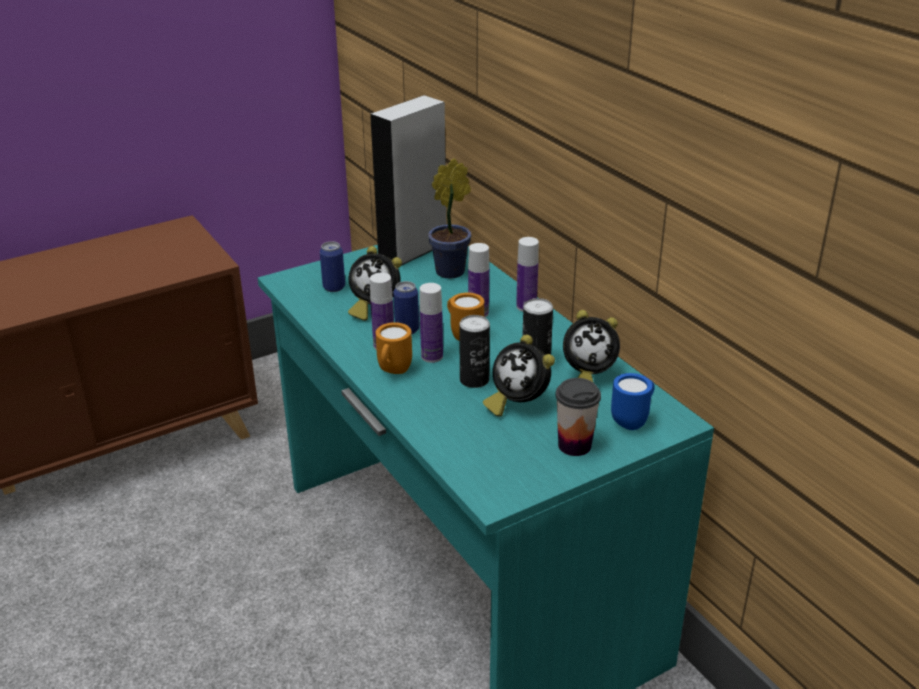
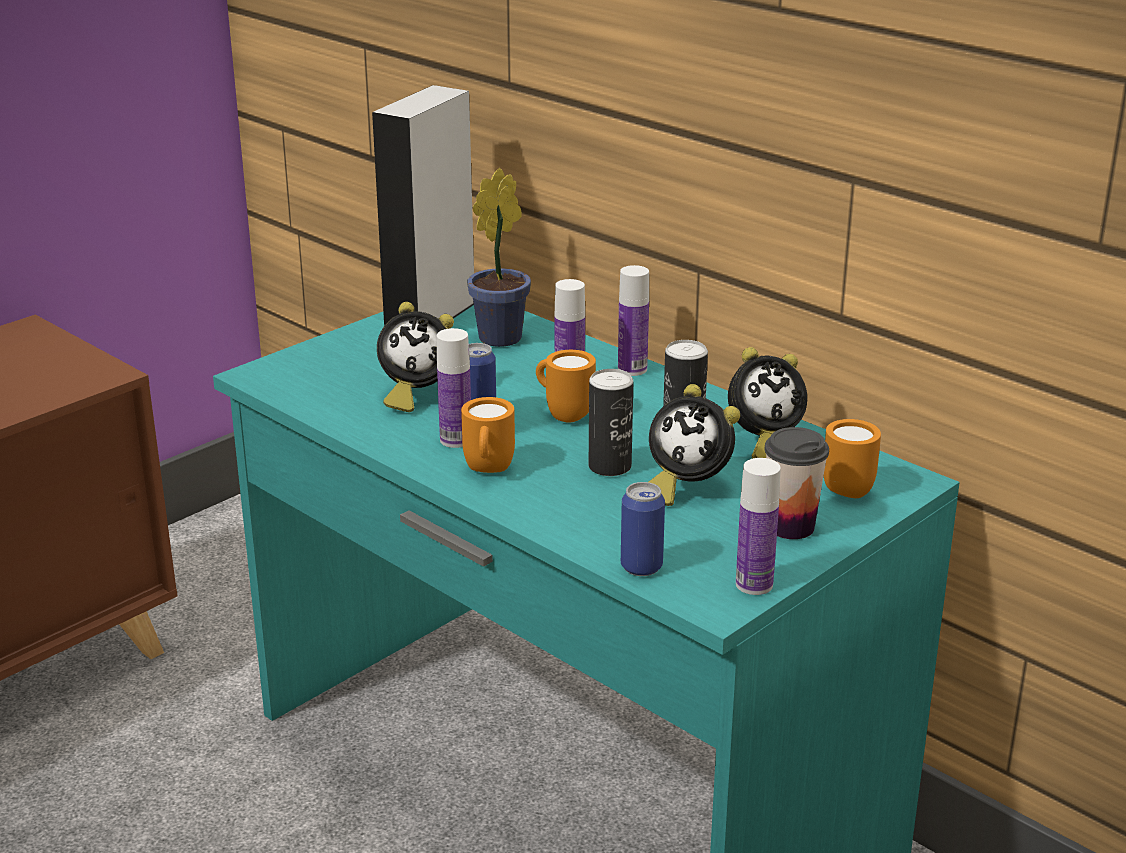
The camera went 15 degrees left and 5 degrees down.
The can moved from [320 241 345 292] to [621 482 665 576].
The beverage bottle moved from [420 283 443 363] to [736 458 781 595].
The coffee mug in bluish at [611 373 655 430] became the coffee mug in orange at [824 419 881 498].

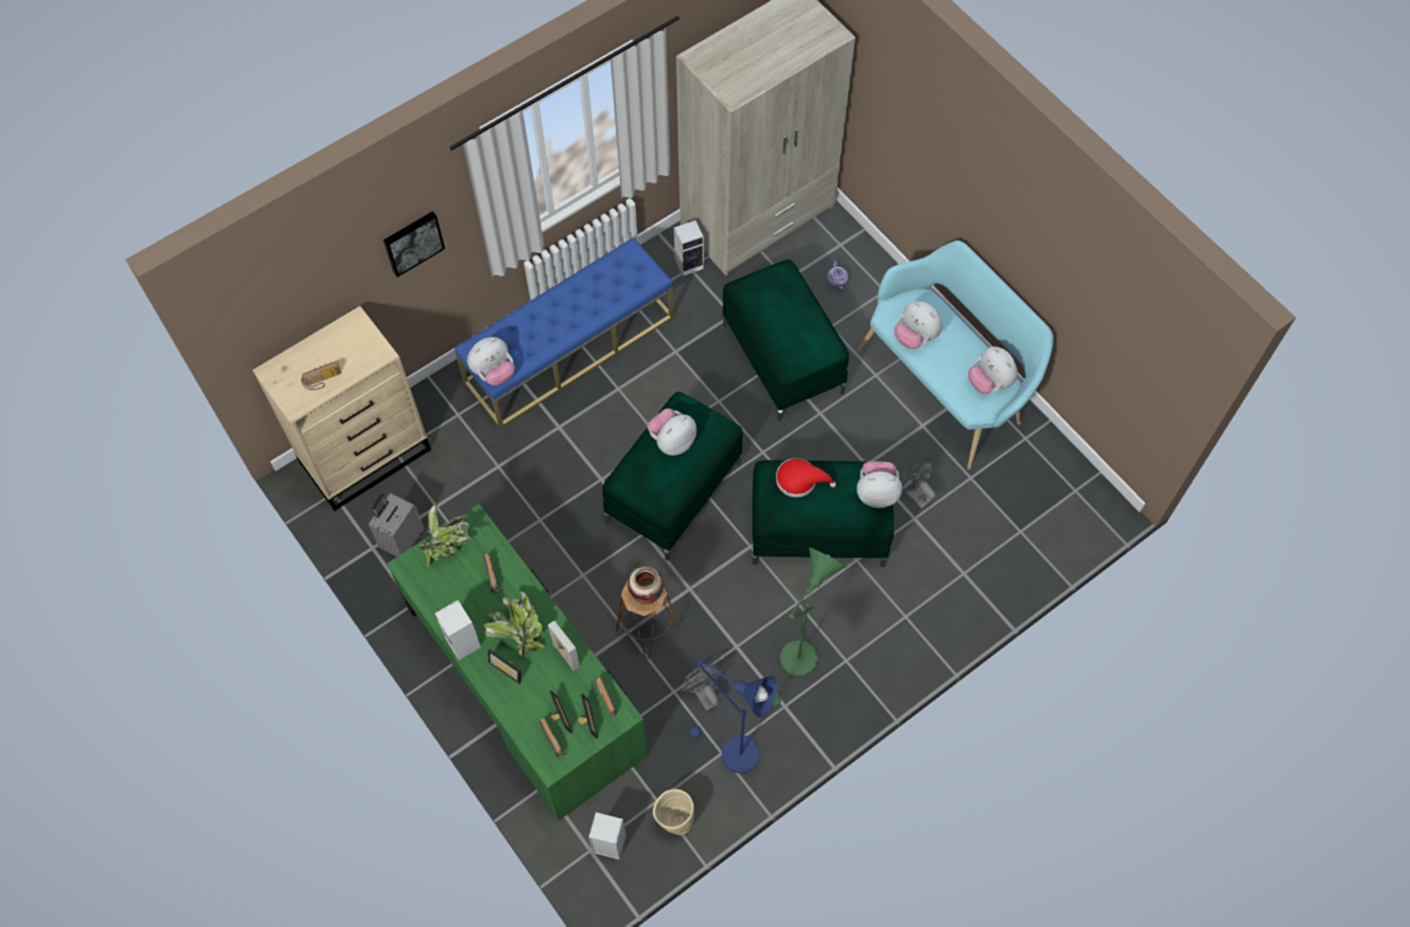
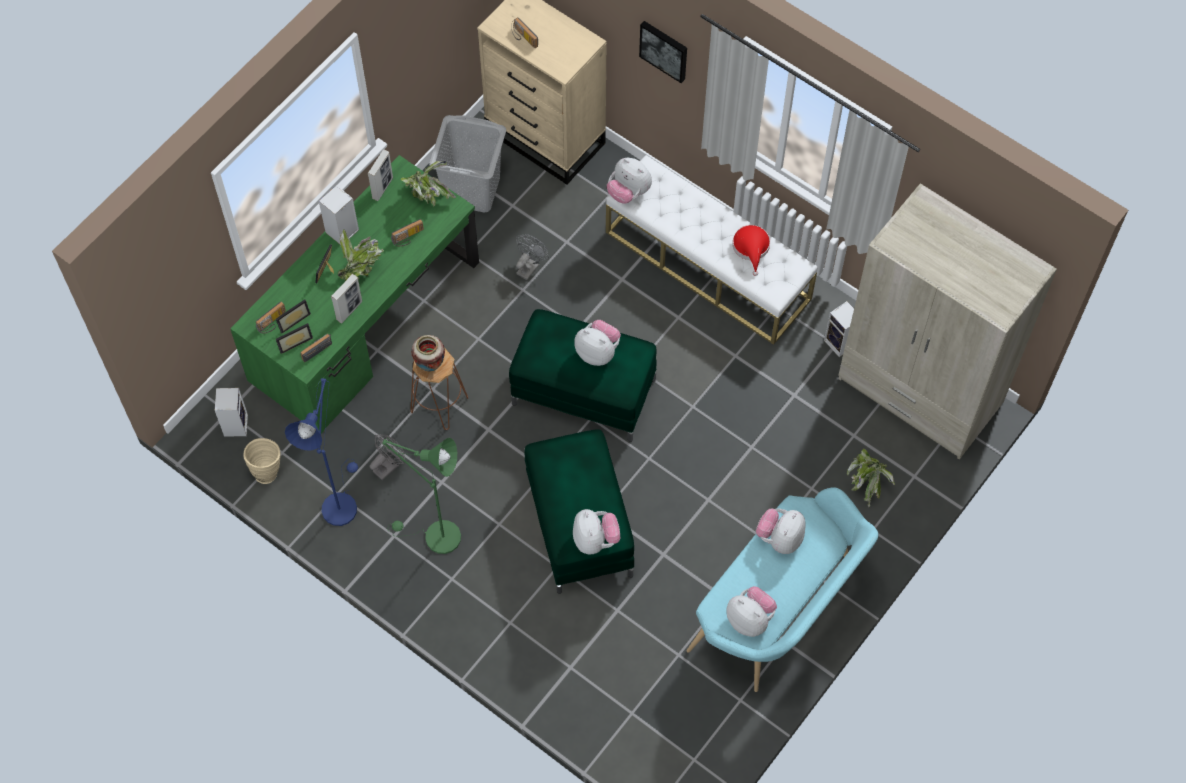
The camera went 75 degrees right and 0 degrees up.
The suitcase in grey at [369 493 424 557] was replaced by the washing basket in grey at [429 115 506 213].
The indoor bench in bluish at [455 238 674 428] became the indoor bench in white at [606 155 818 345].
The footrest in green-coloured at [722 260 849 421] disappeared.
The wearable hat in reddish moved from [776 458 836 497] to [732 225 770 276].
The tea pot at [827 260 848 291] was replaced by the potted plant at [847 449 895 508].
The cooling fan in grey moved from [901 462 936 509] to [516 234 549 280].
The soft toy at [968 346 1018 394] turned 90 degrees clockwise.
The standing frame at [368 149 393 201] appeared.

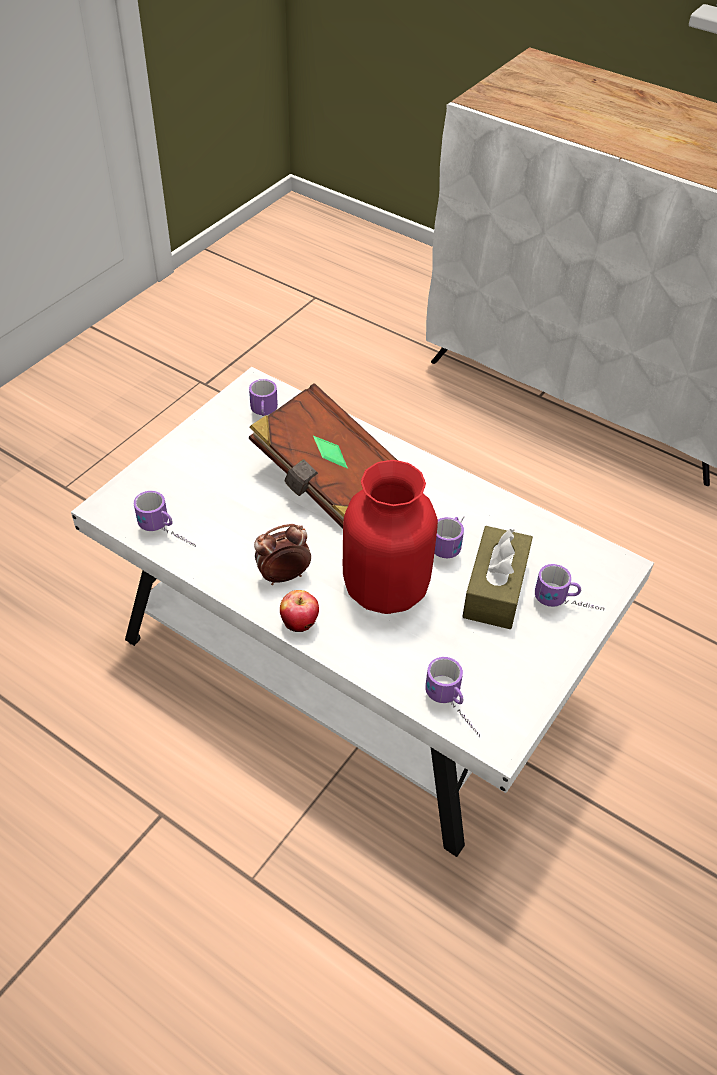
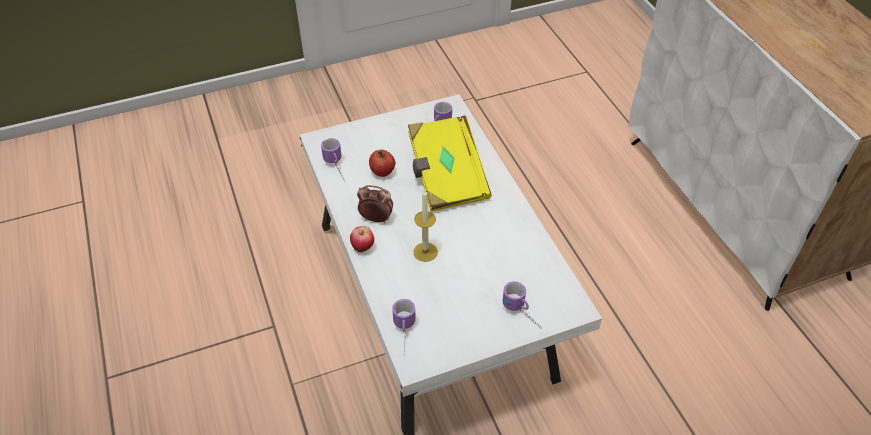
The camera went 35 degrees right and 0 degrees up.
The book in brown-coloured at [249 383 397 529] became the book in yellowish at [408 115 492 211].
The decorative vase in reddish at [343 460 438 614] was replaced by the wax light at [413 190 438 262].
The coffee mug at [434 516 464 558] disappeared.
The tissue holder in brown-coloured at [462 526 533 629] disappeared.
The apple fruit at [369 150 396 177] appeared.

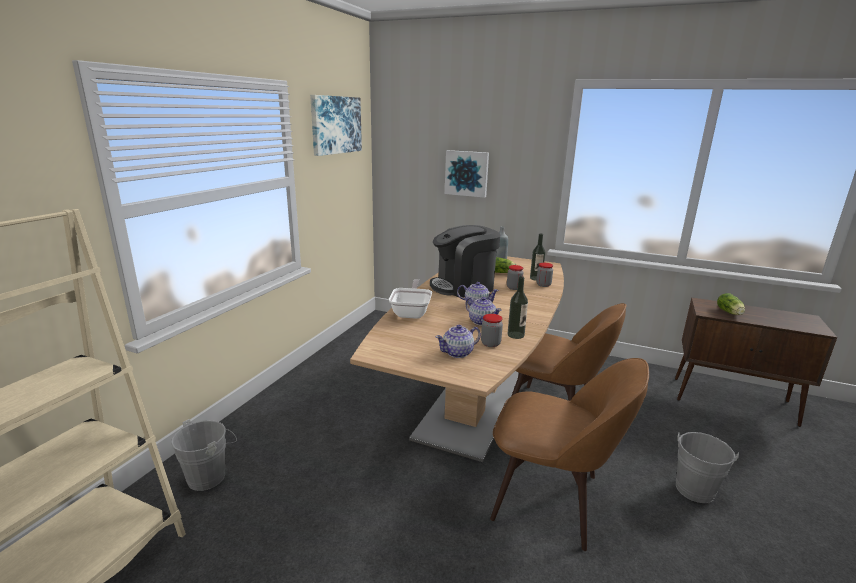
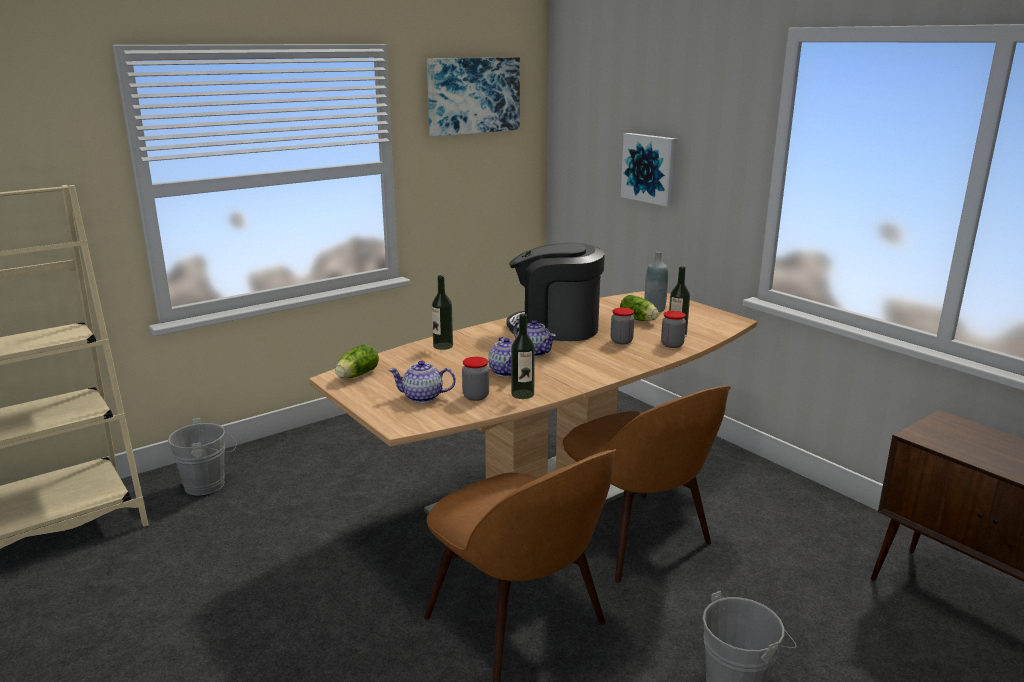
The camera went 30 degrees right and 0 degrees up.
The skillet at [389 279 432 319] was replaced by the beverage bottle at [432 275 453 350].
The head of lettuce moved from [717 293 745 315] to [335 344 379 378].

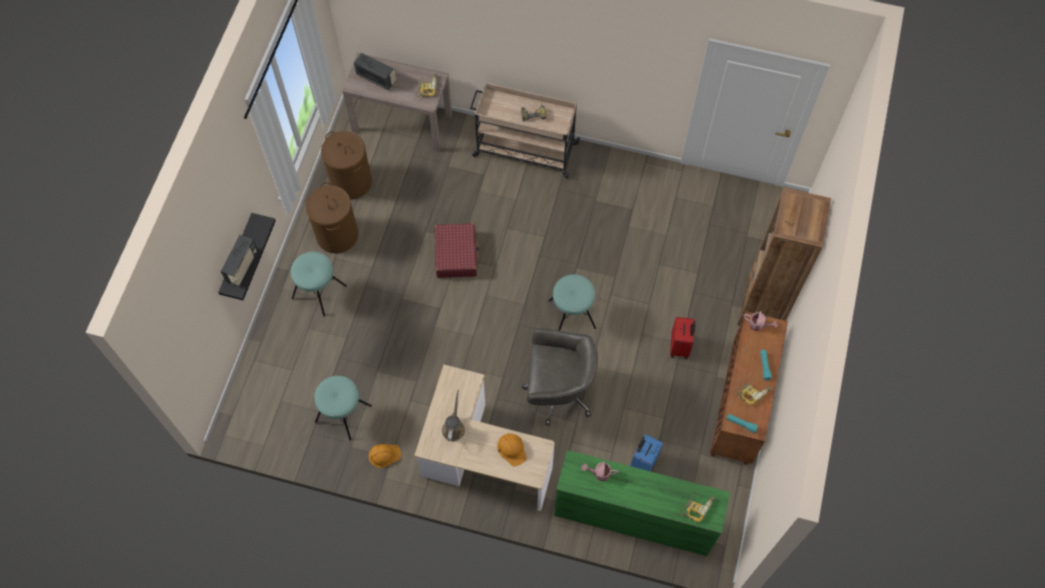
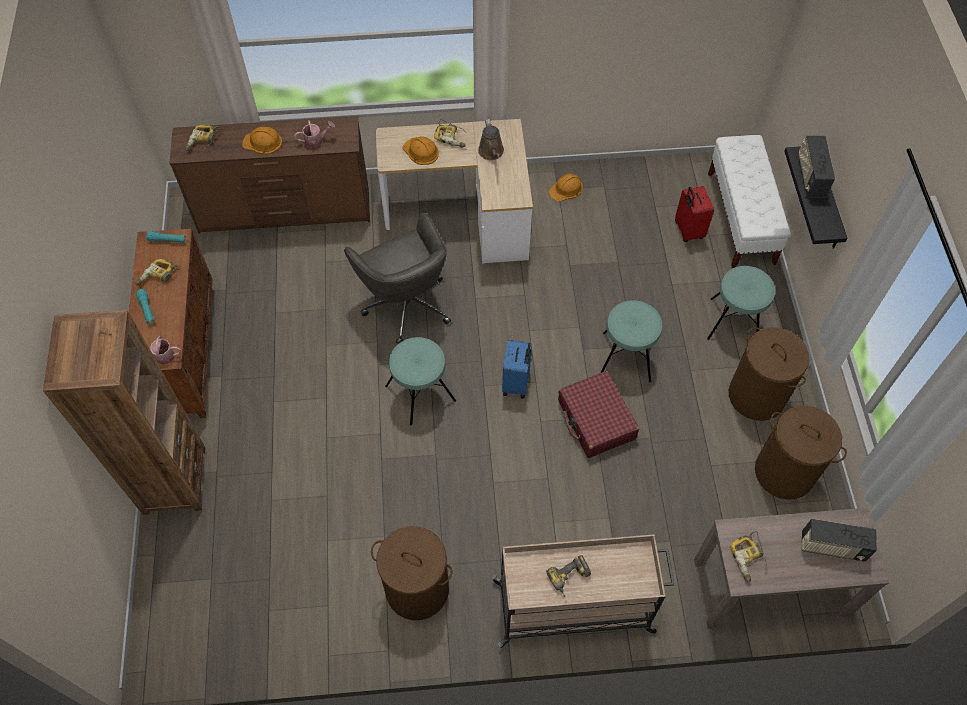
The camera went 160 degrees right and 5 degrees down.
The stool in turquoise-coloured moved from [314 376 372 441] to [600 300 662 382].
The computer chair in grey at [522 328 598 426] turned 105 degrees counterclockwise.
The chest of drawers in green-coloured at [554 450 730 557] became the chest of drawers in brown-coloured at [169 116 370 234].
The suitcase in bluish moved from [631 434 663 471] to [502 340 532 399].
The suitcase in reddish moved from [670 317 696 359] to [675 186 714 242].
The safety helmet in orange at [242 127 282 155] appeared.
The washing basket in brown-coloured at [371 526 453 620] appeared.
The drill at [434 119 467 148] appeared.
The indoor bench in white at [708 135 791 268] appeared.

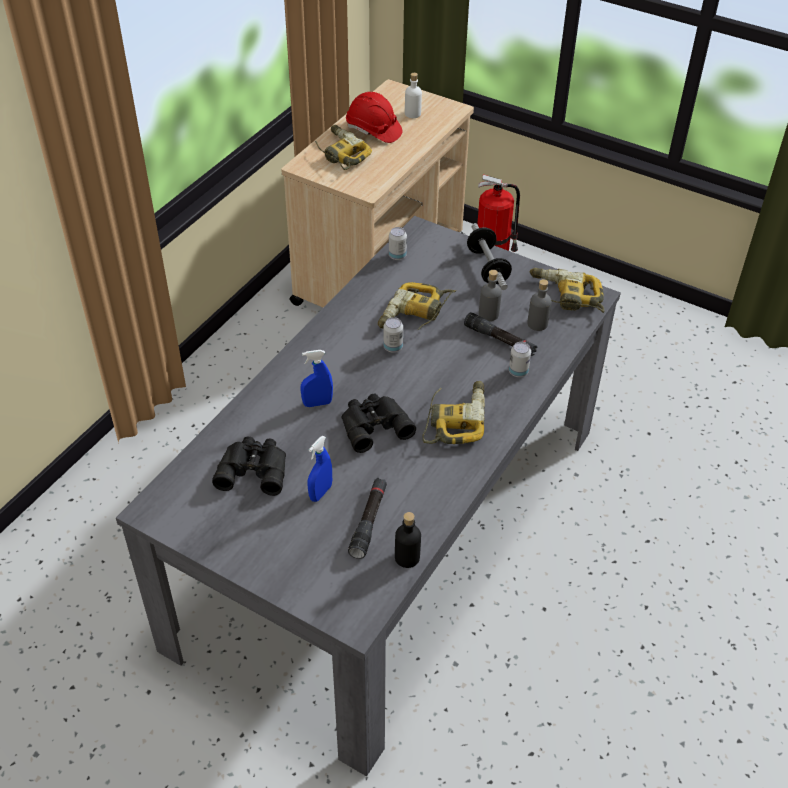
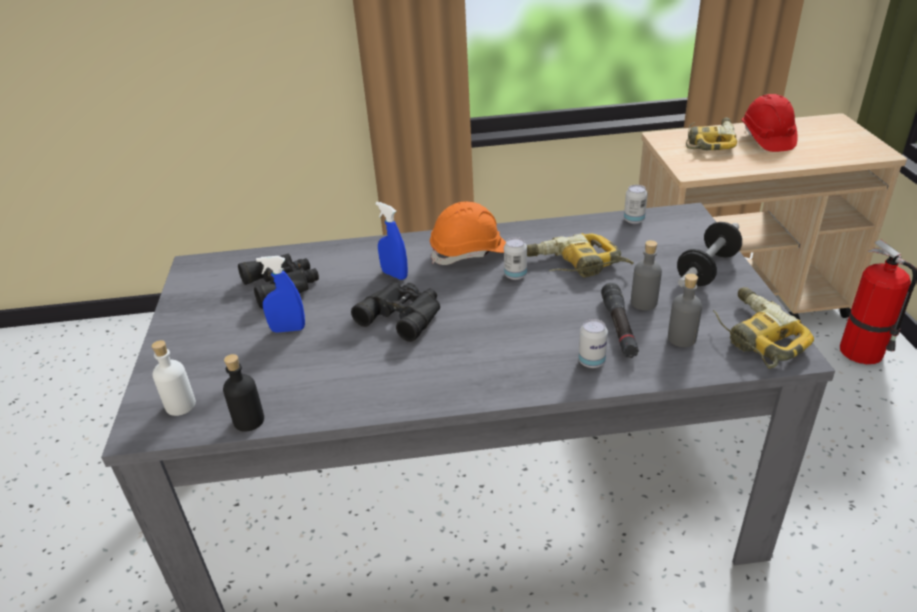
The camera went 55 degrees right and 10 degrees down.
The flashlight in black at [348 478 387 559] disappeared.
The beverage bottle in white moved from [405 73 422 118] to [151 340 196 416].
The drill at [422 381 485 444] disappeared.
The safety helmet in orange at [430 202 506 265] appeared.

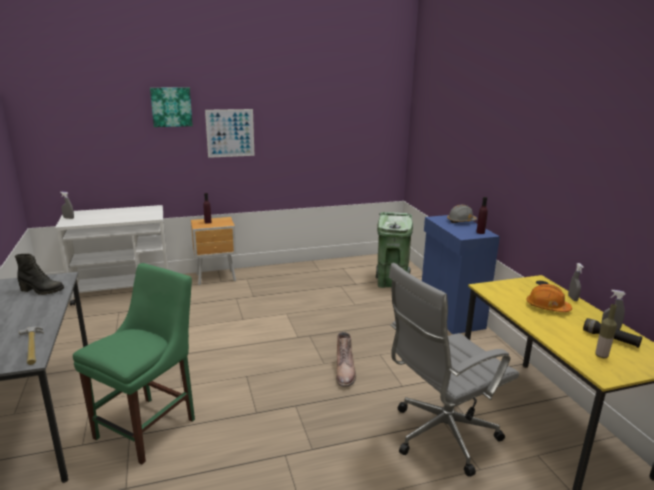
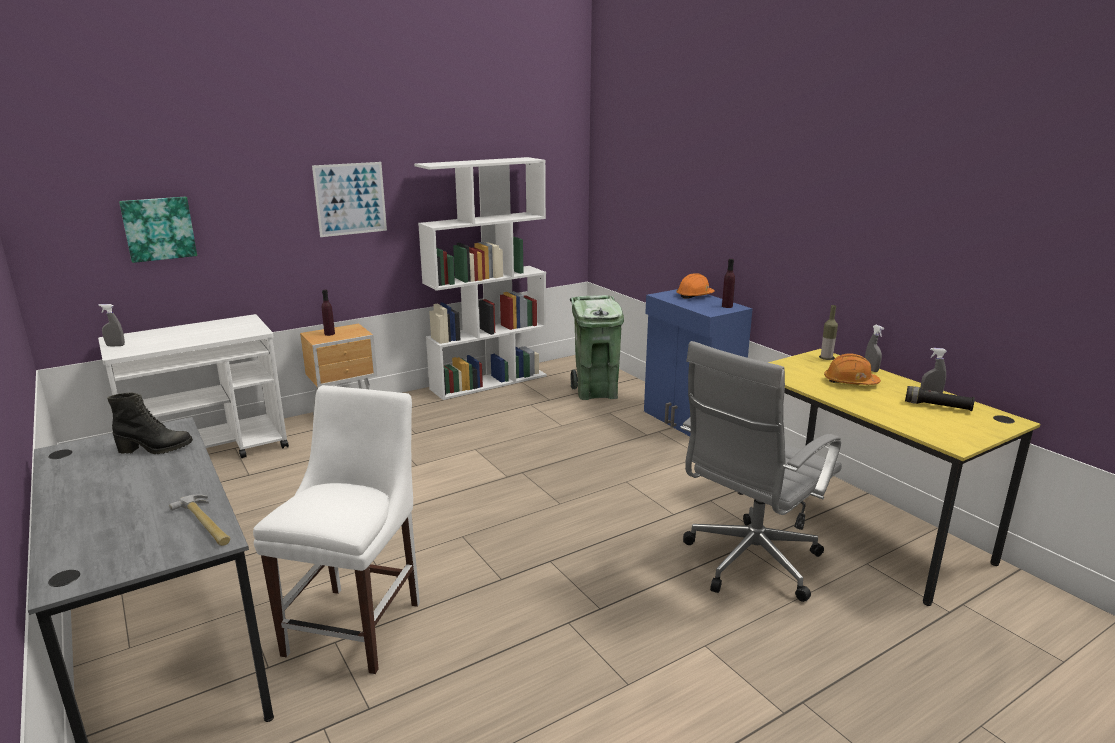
The camera went 15 degrees left and 0 degrees up.
The upright chair in green-coloured at [73 263 195 464] became the upright chair in white at [253 385 420 674].
The wall picture moved from [150 87 193 127] to [119 197 197 263].
The high-top boot in brown-coloured at [336 332 356 387] disappeared.
The safety helmet in grey at [447 205 477 223] became the safety helmet in orange at [677 273 715 299].
The beverage bottle moved from [595 304 617 359] to [821 305 838 360].
The bookcase in white at [414 157 547 400] appeared.

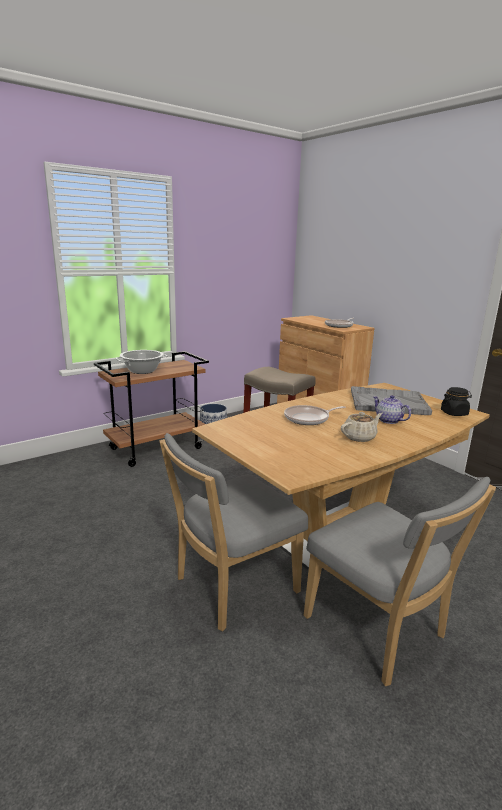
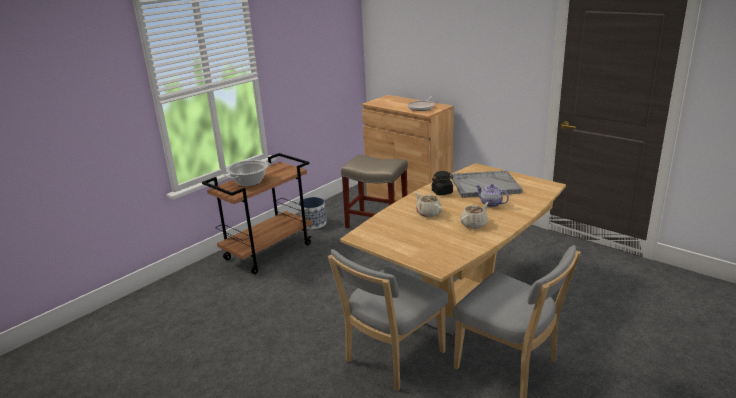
The camera went 10 degrees left and 5 degrees up.
The skillet at [284 405 346 425] was replaced by the tea pot in beige at [415 192 442 217].
The preserve jar in black moved from [441 387 472 416] to [431 171 454 195].

